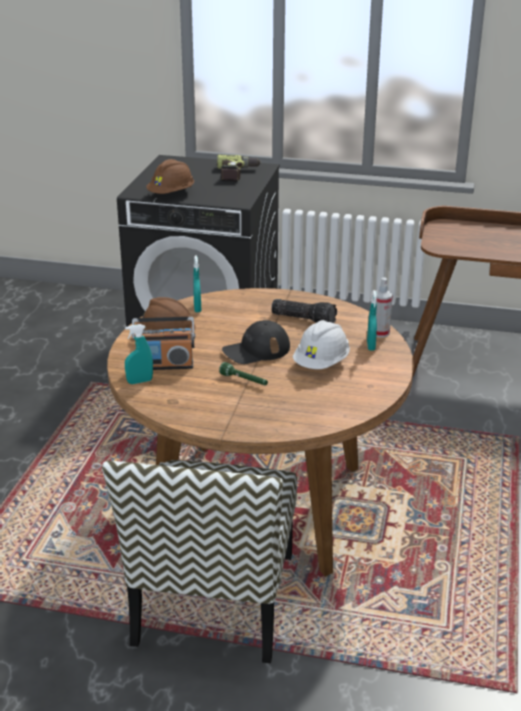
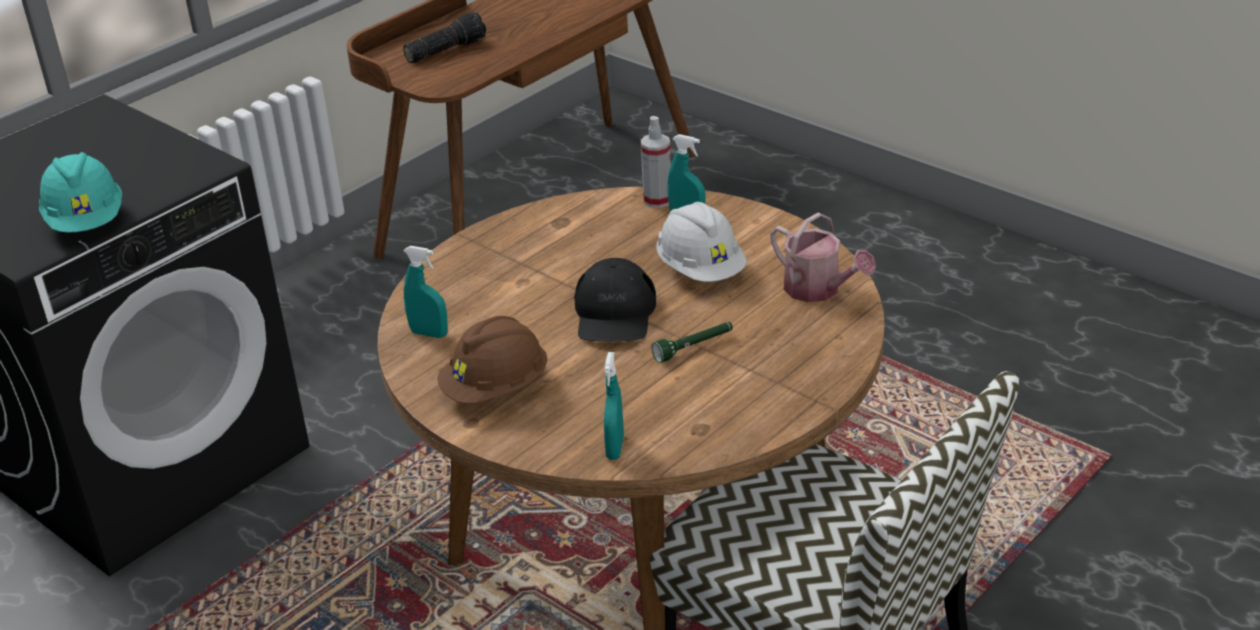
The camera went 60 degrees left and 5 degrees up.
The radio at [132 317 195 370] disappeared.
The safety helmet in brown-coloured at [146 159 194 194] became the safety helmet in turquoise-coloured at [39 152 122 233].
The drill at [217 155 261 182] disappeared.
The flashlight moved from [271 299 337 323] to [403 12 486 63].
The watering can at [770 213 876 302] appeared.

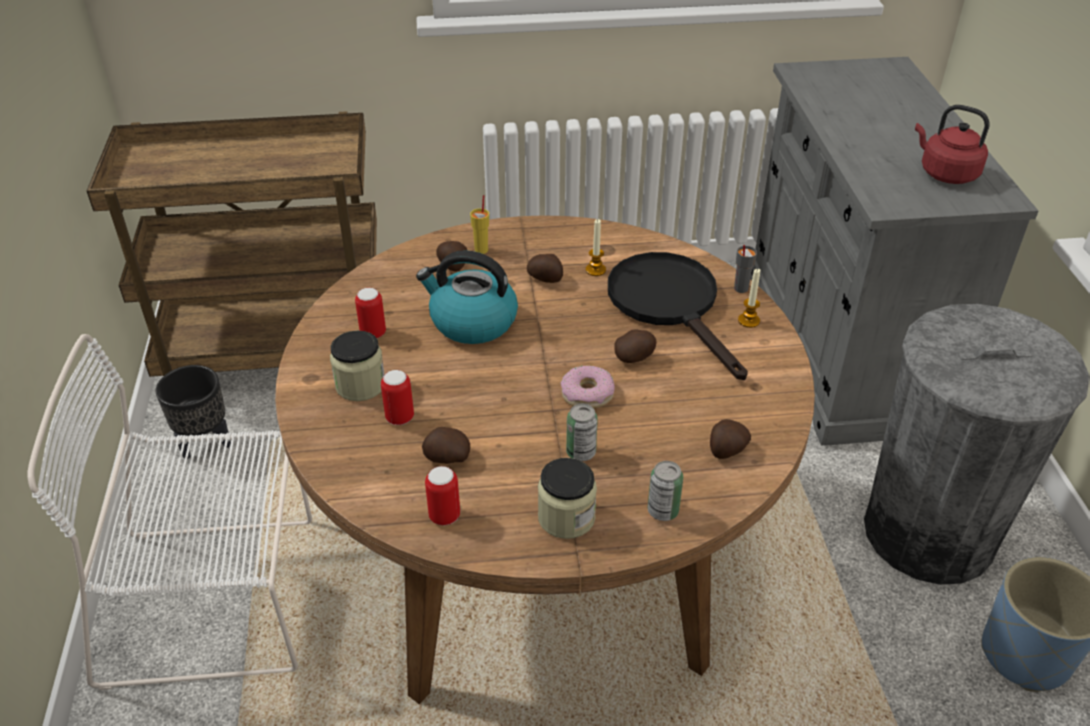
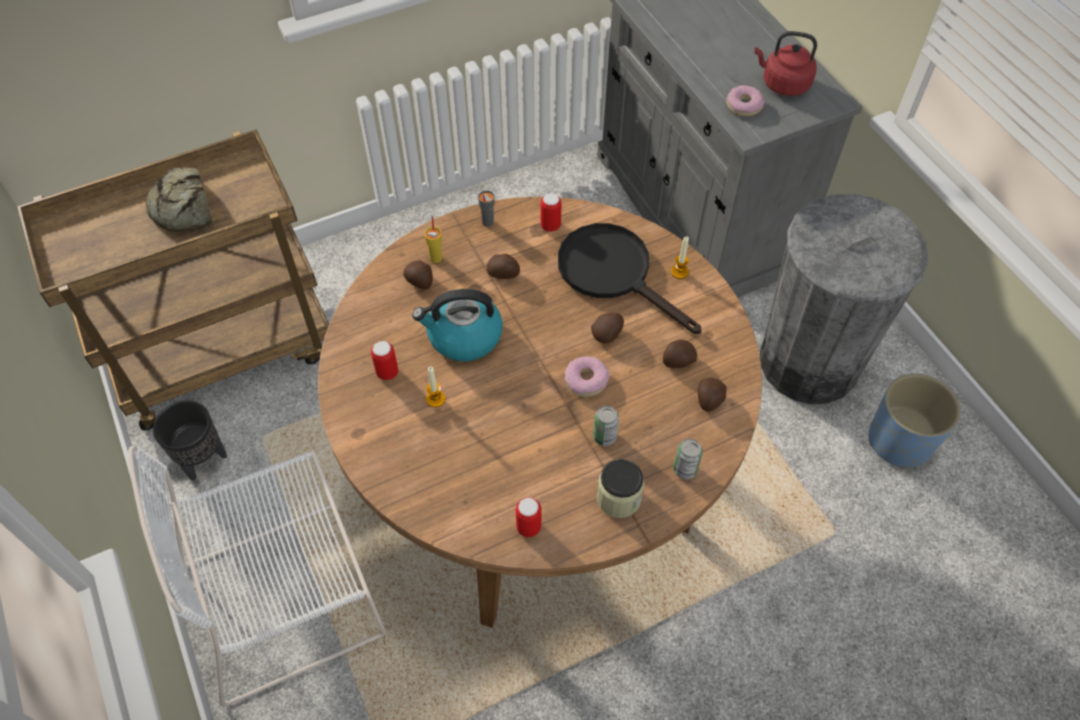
The camera went 20 degrees left and 15 degrees up.
The preserve jar at [330 331 384 401] disappeared.
The can moved from [381 370 414 425] to [541 193 562 232].
The whole potato moved from [422 427 470 464] to [663 339 697 368].
The wax light moved from [586 219 606 276] to [426 366 445 407].
The small cup in grey moved from [734 245 757 293] to [478 190 495 227].
The bread at [146 167 212 232] appeared.
The doughnut at [726 85 765 117] appeared.

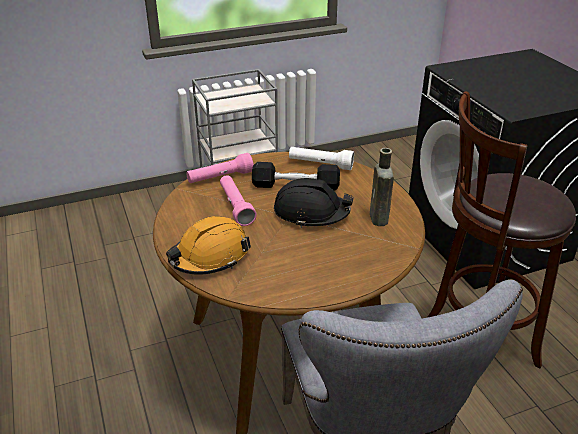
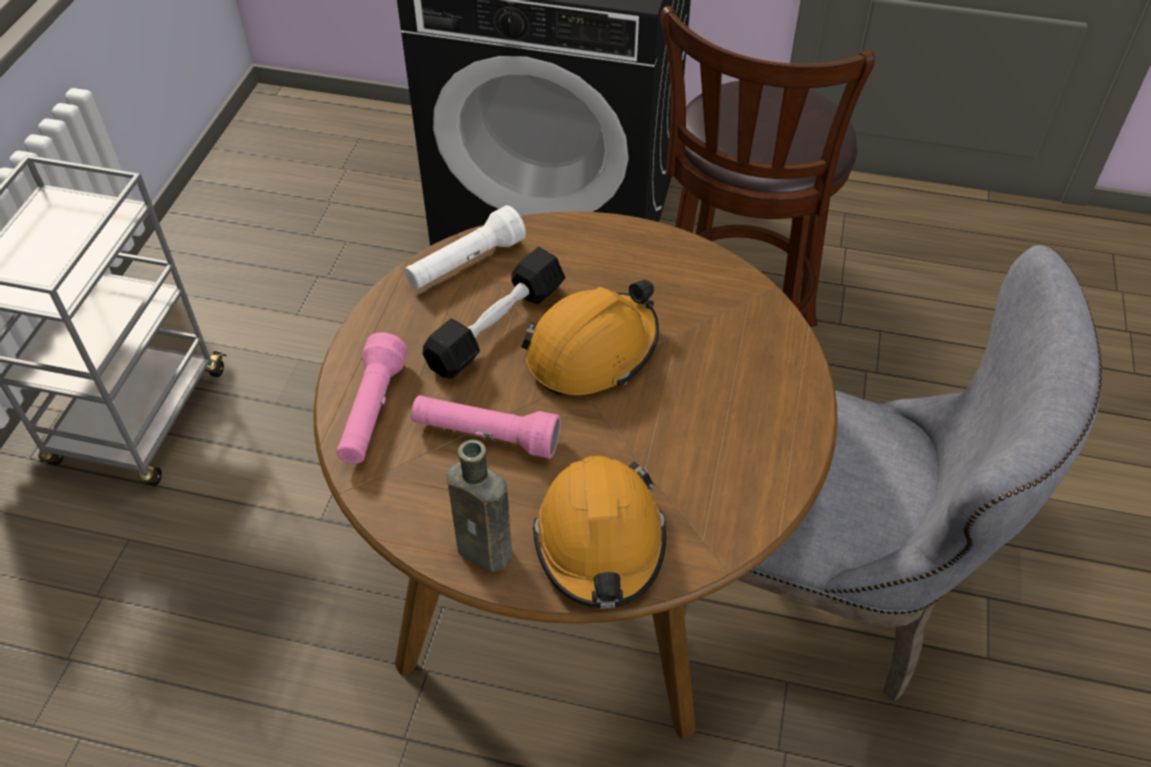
The camera went 55 degrees left and 15 degrees up.
The safety helmet in black at [274 178 354 228] became the safety helmet in orange at [521 280 659 395].
The beverage bottle in brown-coloured moved from [370 148 394 226] to [446 440 512 572].

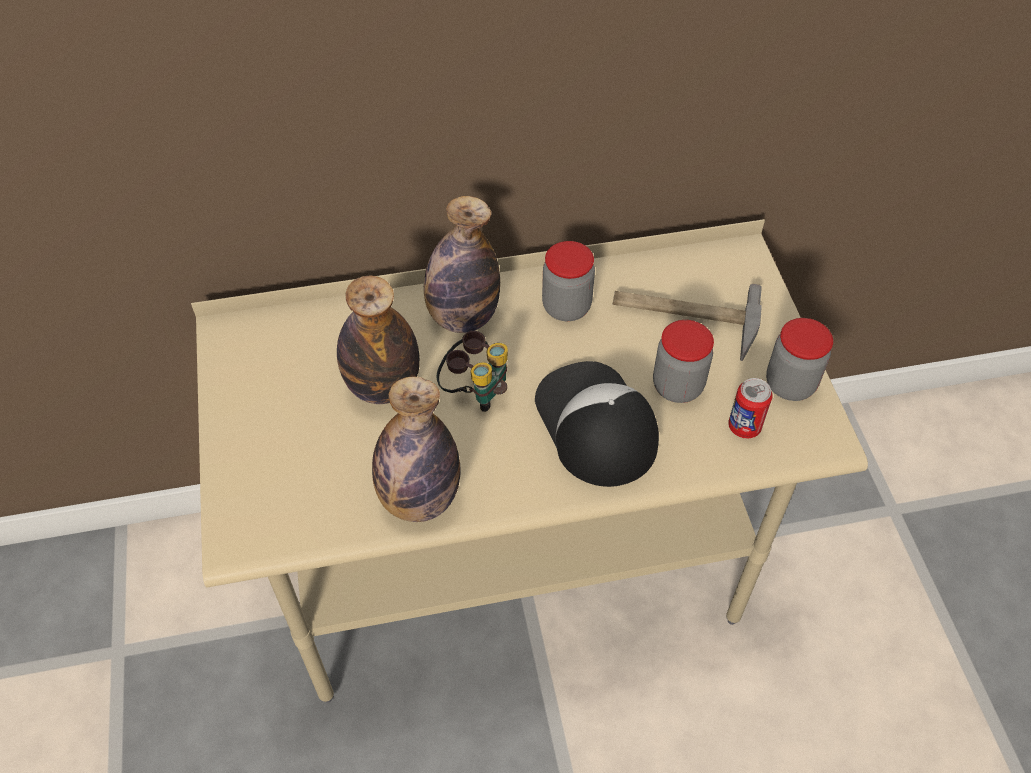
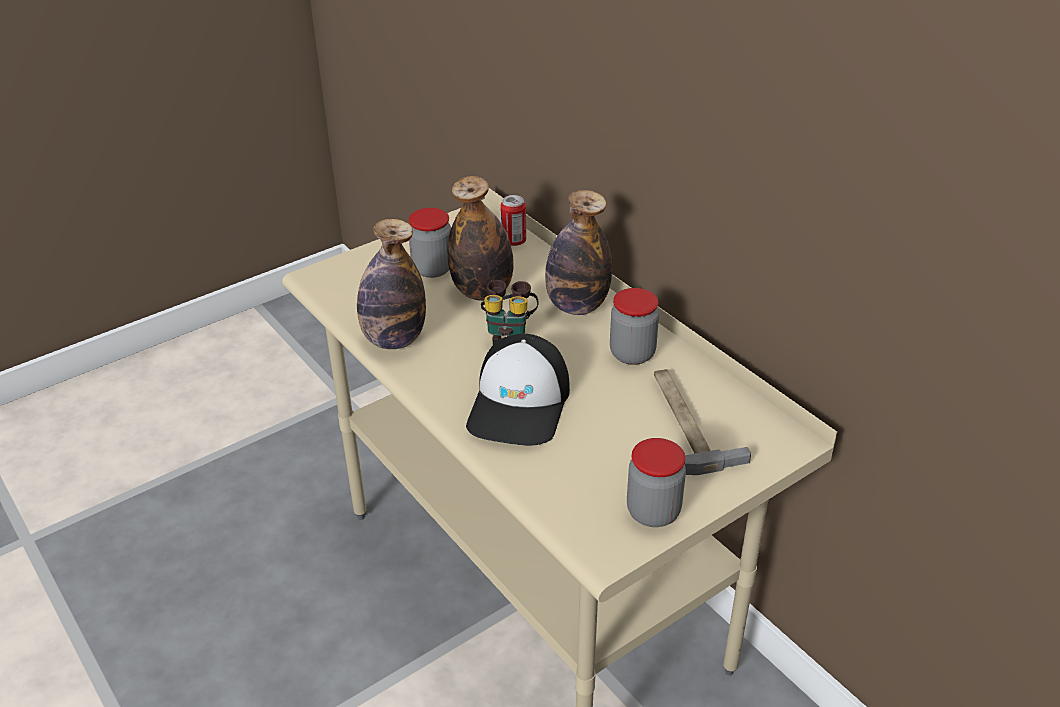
The camera went 65 degrees right and 15 degrees down.
The peaked cap at [535 361 659 487] turned 150 degrees clockwise.
The preserve jar moved from [653 320 714 403] to [409 208 451 278].
The can moved from [728 378 772 438] to [500 195 526 246].

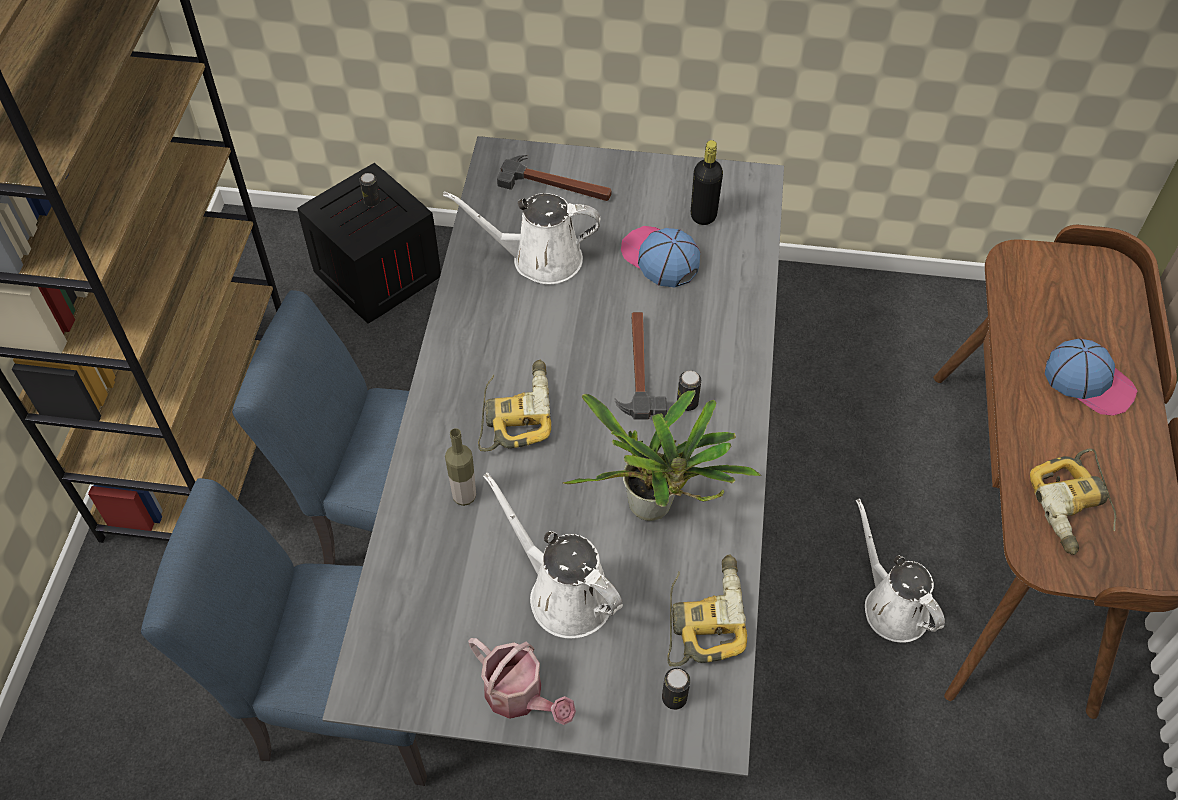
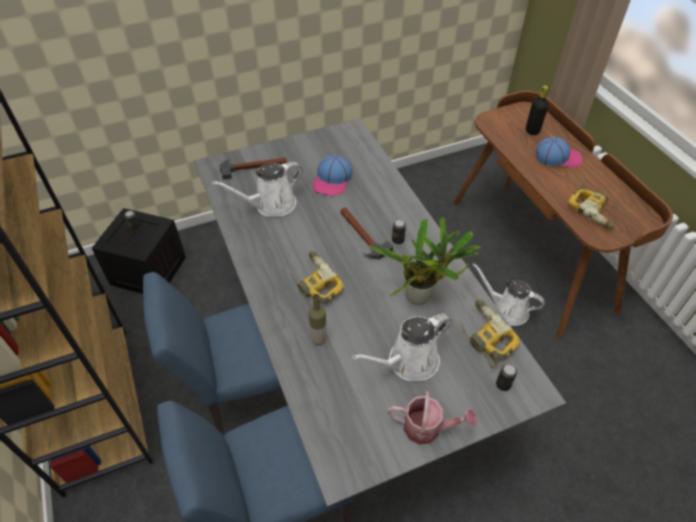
The camera went 30 degrees left and 5 degrees down.
The watering can in white at [483 472 623 639] turned 45 degrees counterclockwise.
The peaked cap at [621 226 700 287] turned 90 degrees counterclockwise.
The beverage bottle in black moved from [691 140 723 225] to [526 85 548 135].

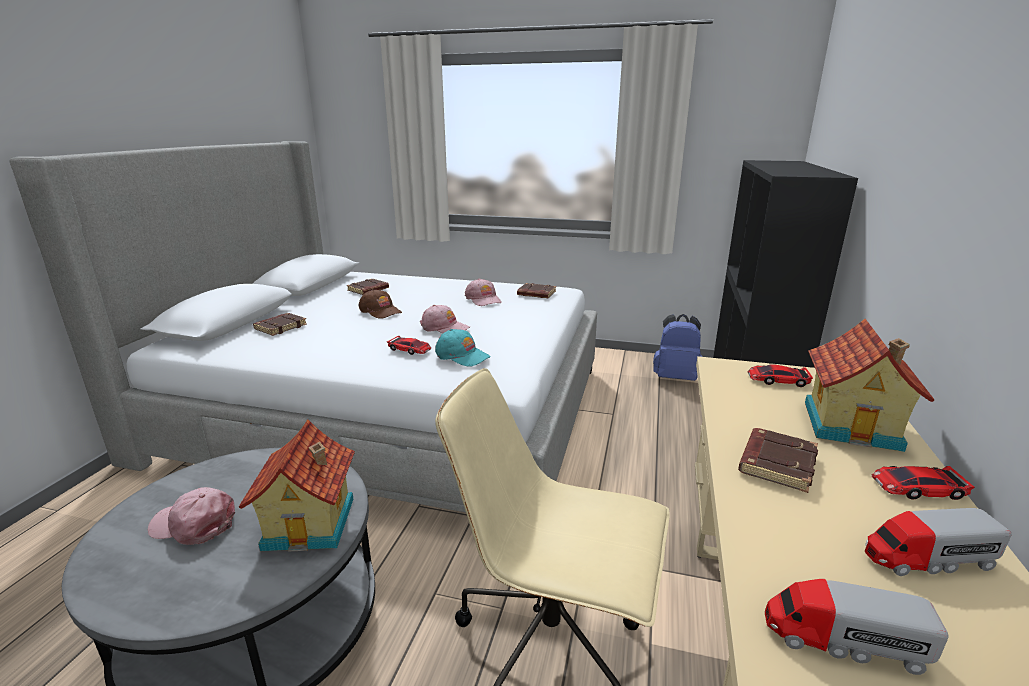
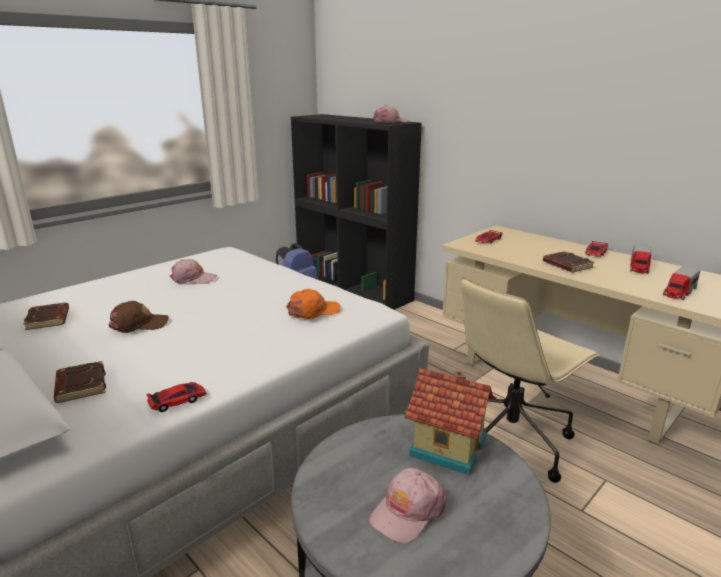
The camera went 60 degrees left and 0 degrees up.
The model car moved from [387 336 431 355] to [146 382 207 412].
The peaked cap in pinkish moved from [420 305 470 333] to [373 105 408 123].
The peaked cap in turquoise-coloured at [435 329 491 367] became the peaked cap in orange at [286 289 341 319].
The book in brown-coloured at [517 283 556 298] disappeared.
The model house at [805 319 935 452] disappeared.

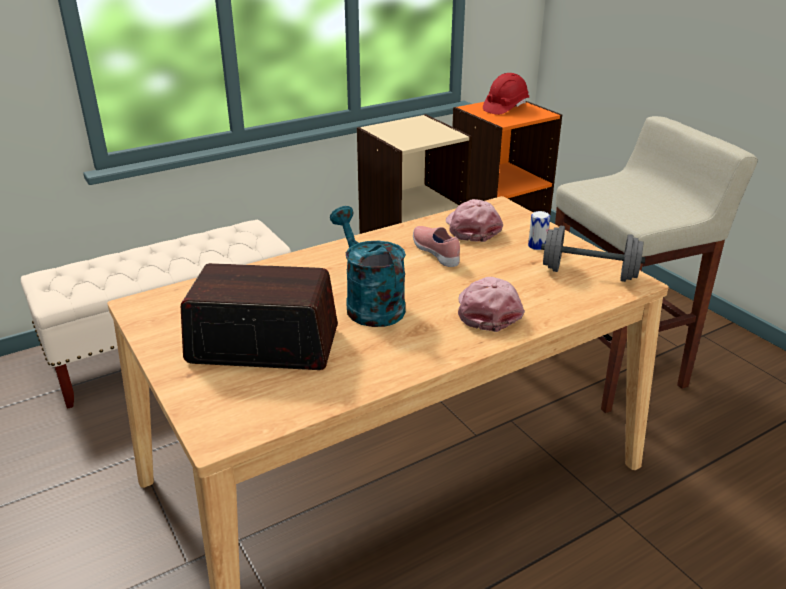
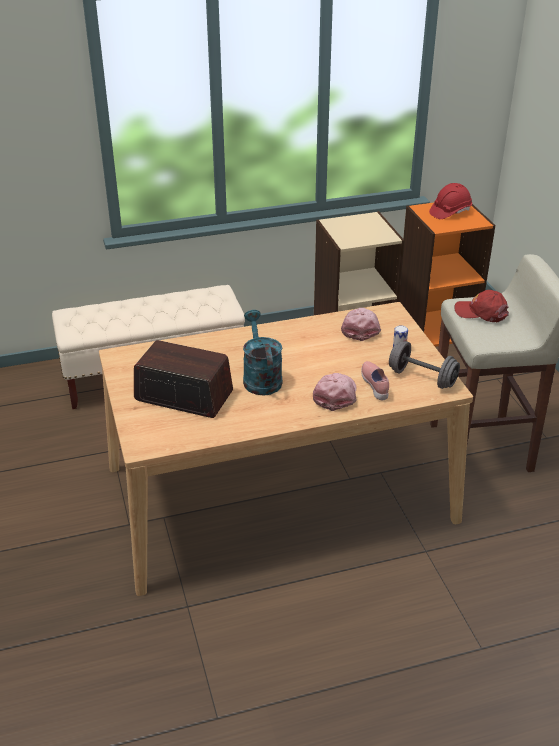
The camera went 15 degrees right and 5 degrees up.
The shoe in pinkish moved from [413 226 460 267] to [361 361 389 400].
The peaked cap in reddish at [455 290 509 322] appeared.

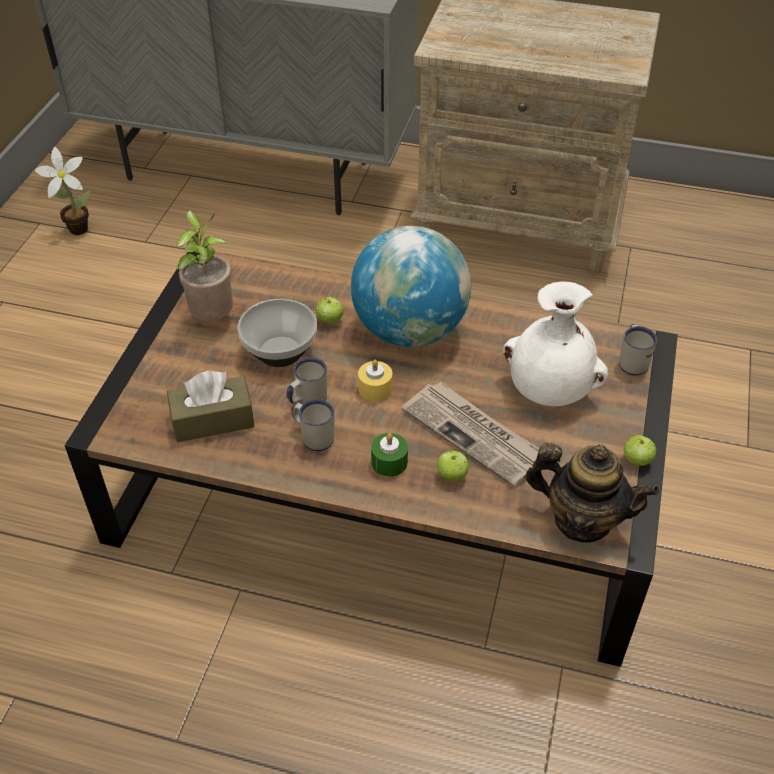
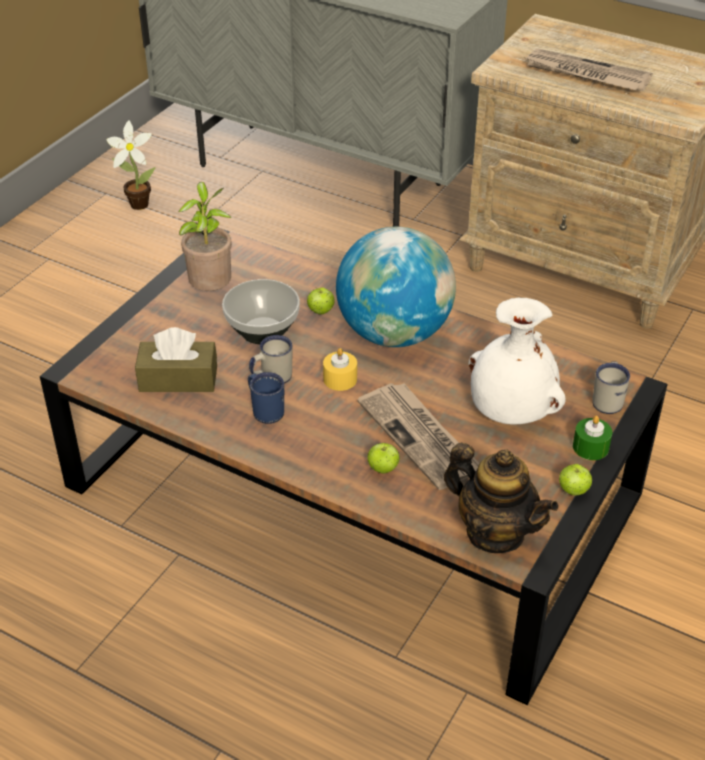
The camera went 15 degrees right and 5 degrees down.
The coffee mug in white at [292 399 334 451] became the coffee mug in bluish at [248 372 284 424].
The wax light in green-coloured moved from [371 433 408 477] to [573 415 612 460].
The newspaper at [526 49 652 91] appeared.

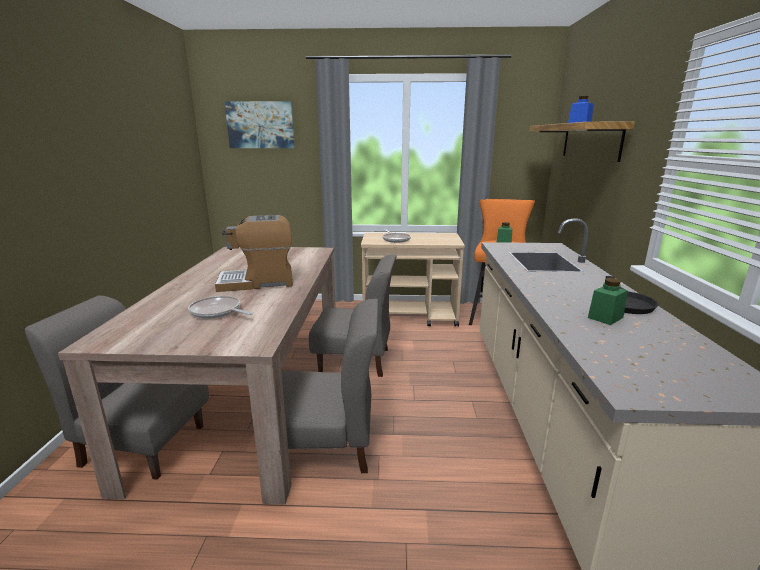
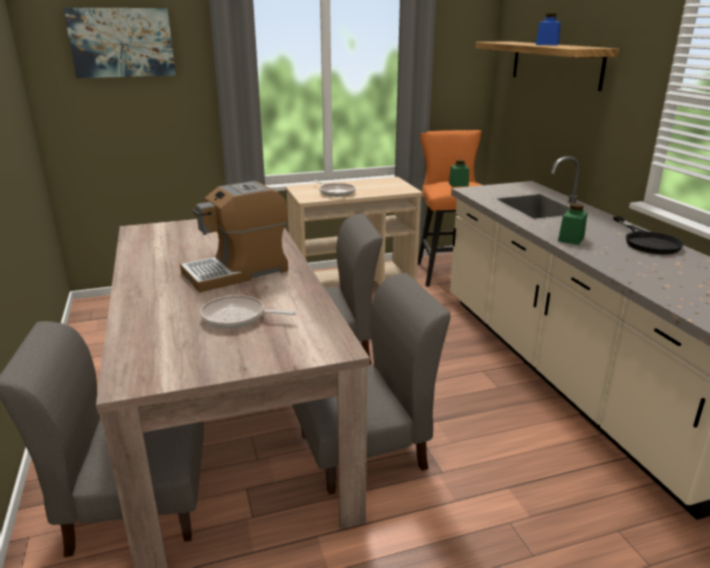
The camera went 20 degrees left and 5 degrees up.
The preserve jar in green-coloured moved from [588 278 628 325] to [558 203 587 245].

